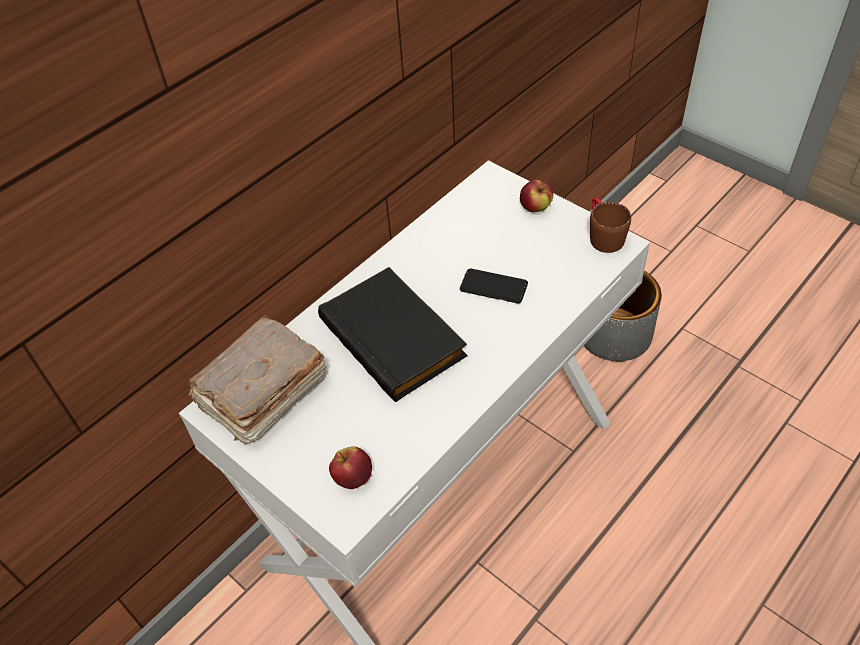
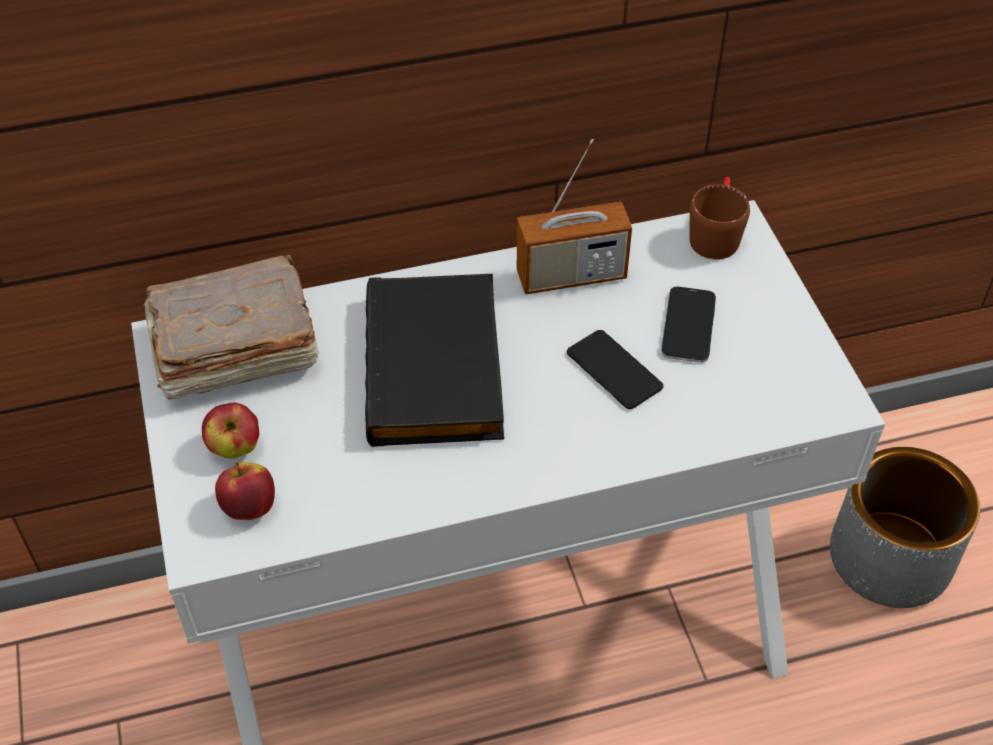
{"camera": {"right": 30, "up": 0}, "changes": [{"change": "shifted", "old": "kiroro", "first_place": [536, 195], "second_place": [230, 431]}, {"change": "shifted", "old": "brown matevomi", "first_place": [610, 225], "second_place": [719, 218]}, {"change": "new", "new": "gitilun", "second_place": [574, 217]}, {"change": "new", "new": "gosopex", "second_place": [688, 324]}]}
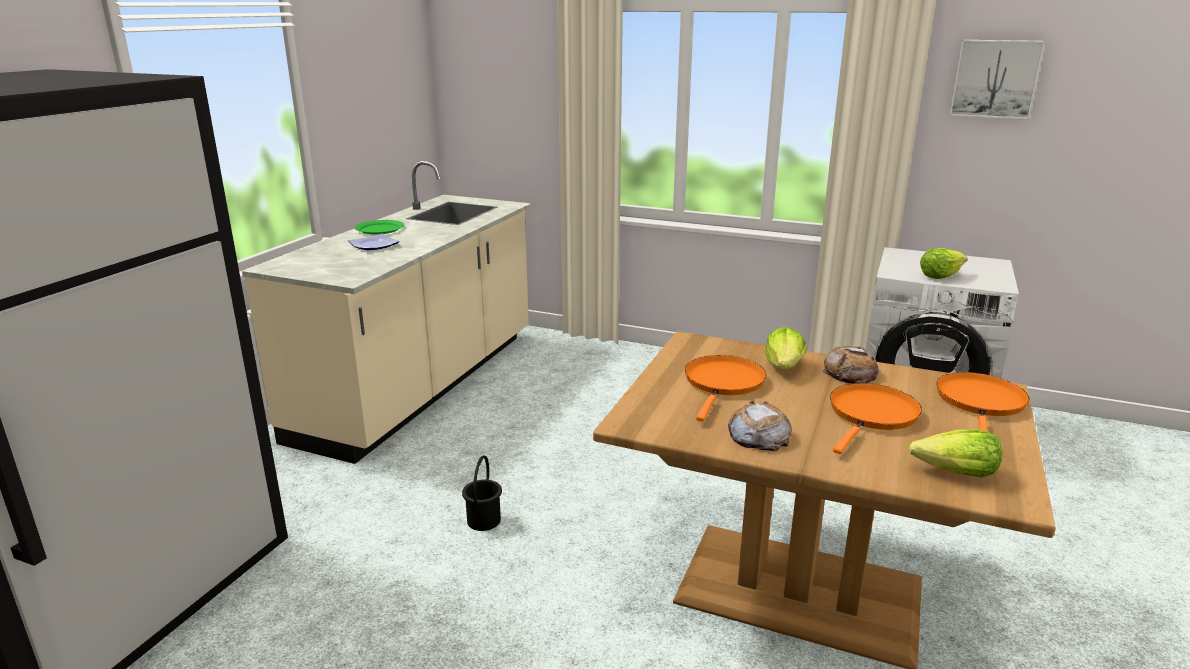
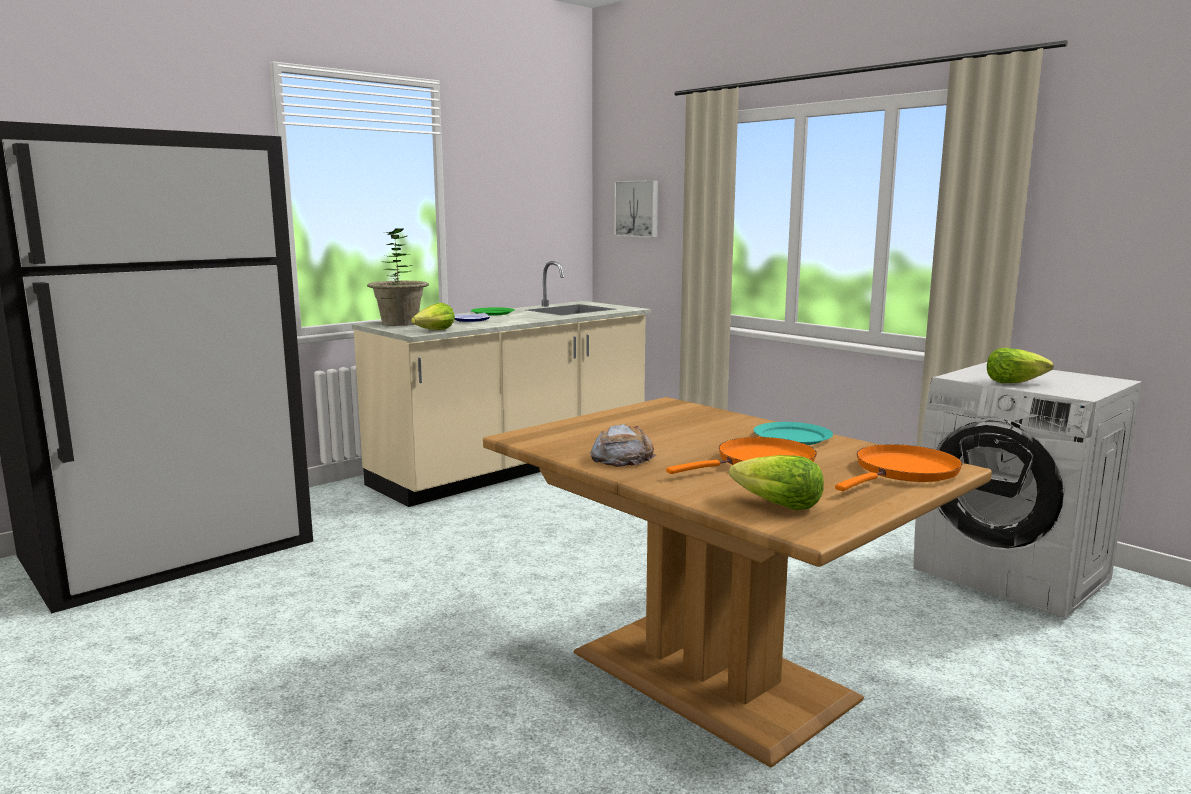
{"camera": {"right": 25, "up": -10}, "changes": [{"change": "shifted", "old": "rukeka", "first_place": [997, 80], "second_place": [636, 209]}, {"change": "shifted", "old": "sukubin", "first_place": [785, 348], "second_place": [433, 316]}, {"change": "swapped", "old": "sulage", "new": "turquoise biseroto", "first_place": [850, 364], "second_place": [793, 433]}, {"change": "gone", "old": "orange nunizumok", "first_place": [725, 388]}, {"change": "gone", "old": "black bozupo", "first_place": [482, 493]}, {"change": "new", "new": "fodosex", "second_place": [398, 277]}]}
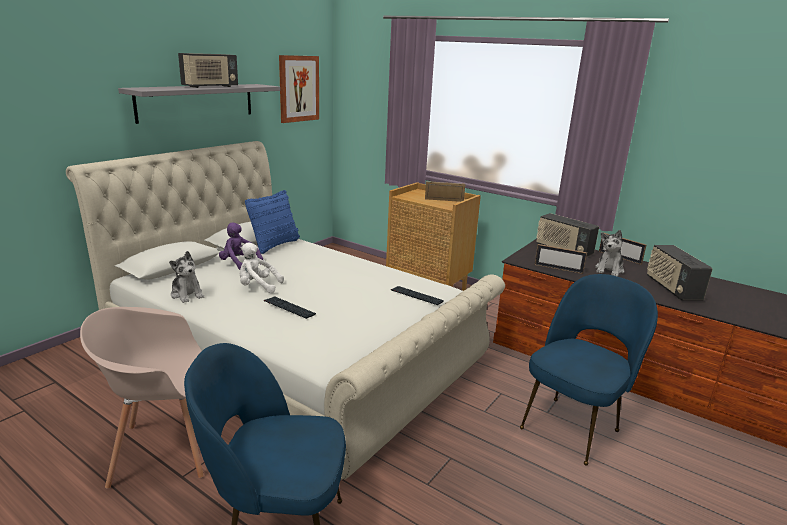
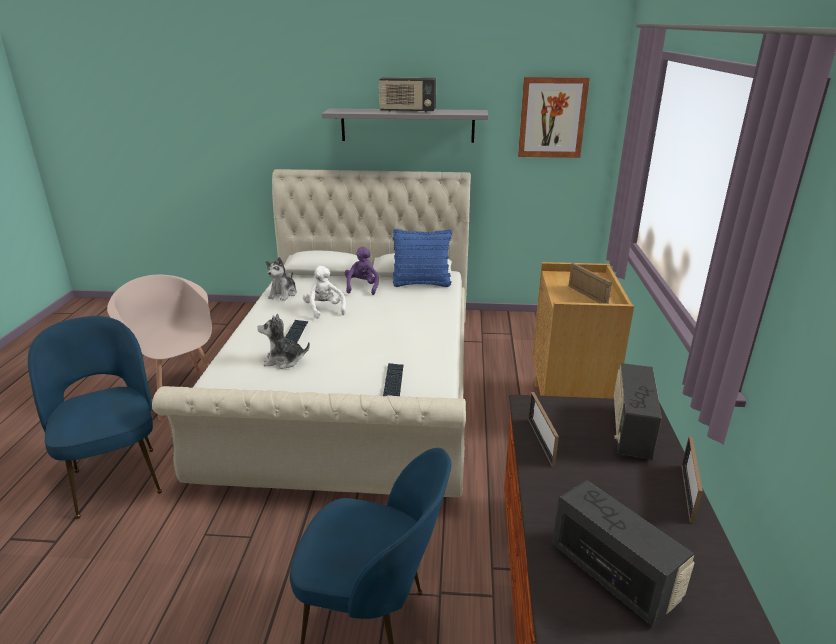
{"camera": {"right": 60, "up": 5}, "changes": [{"change": "shifted", "old": "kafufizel", "first_place": [609, 253], "second_place": [284, 341]}, {"change": "rotated", "old": "gitilun", "first_place": [679, 272], "second_place": [623, 553], "degrees": 90}]}
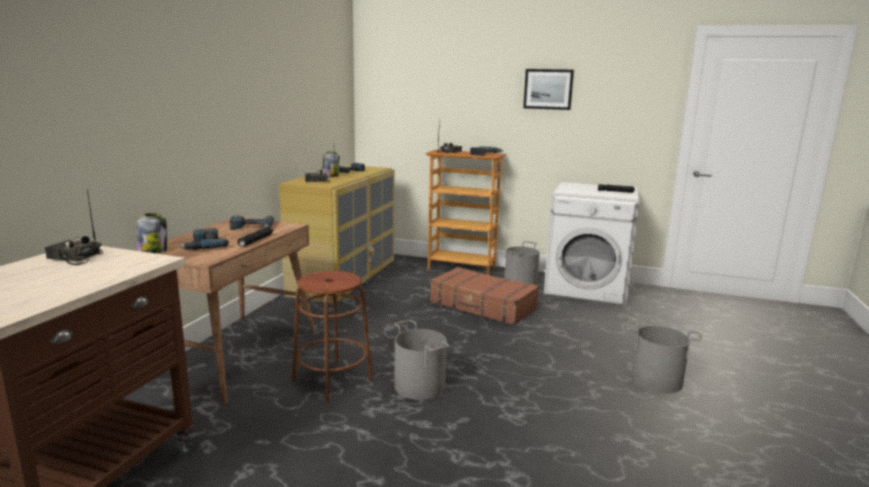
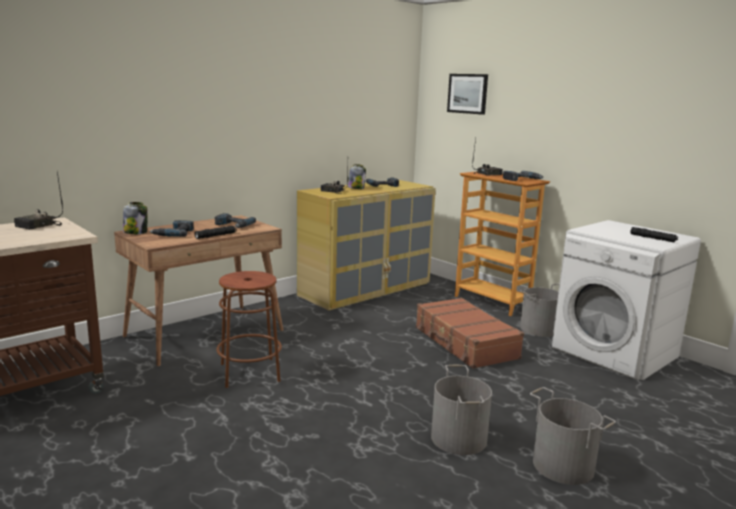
{"camera": {"right": 30, "up": 0}, "changes": [{"change": "shifted", "old": "rukeka", "first_place": [548, 89], "second_place": [467, 94]}, {"change": "rotated", "old": "gitilun", "first_place": [74, 227], "second_place": [38, 201], "degrees": -105}, {"change": "shifted", "old": "grey bozupo", "first_place": [421, 360], "second_place": [461, 410]}]}
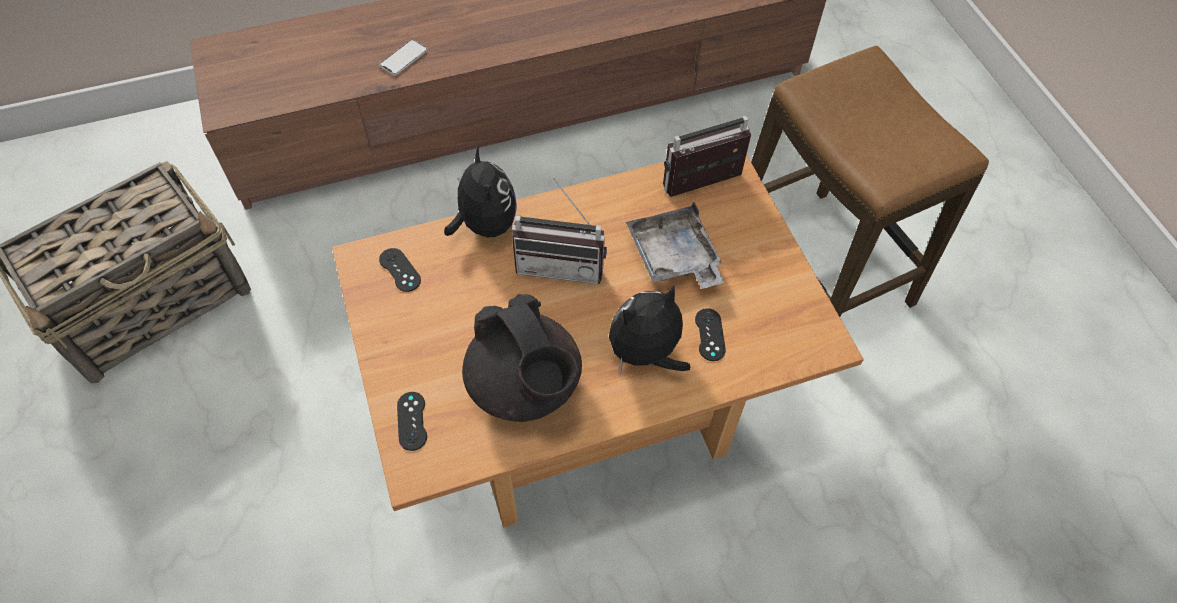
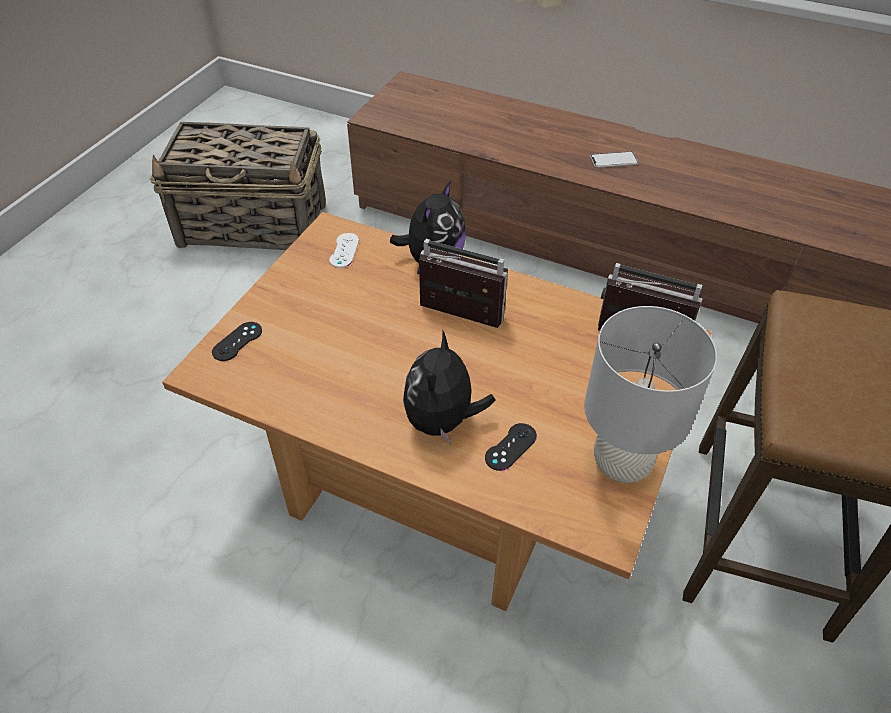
{"camera": {"right": 45, "up": -10}, "changes": [{"change": "shifted", "old": "gosopex", "first_place": [403, 57], "second_place": [614, 159]}, {"change": "rotated", "old": "gitilun", "first_place": [559, 231], "second_place": [462, 283], "degrees": 150}, {"change": "gone", "old": "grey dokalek", "first_place": [675, 245]}, {"change": "repainted", "old": "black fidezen", "new": "white fidezen", "first_place": [400, 270], "second_place": [344, 250]}, {"change": "rotated", "old": "kafufizel", "first_place": [649, 329], "second_place": [449, 387], "degrees": -90}, {"change": "gone", "old": "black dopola", "first_place": [522, 358]}, {"change": "new", "new": "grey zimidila", "second_place": [650, 394]}]}
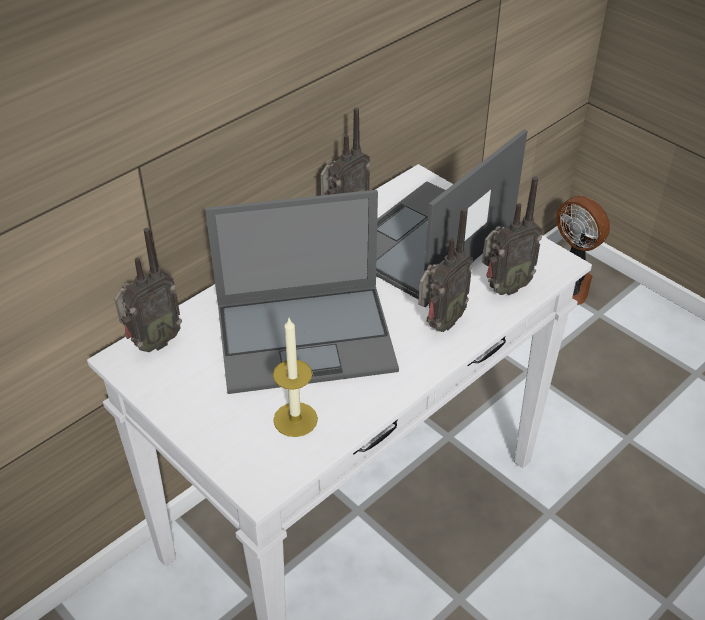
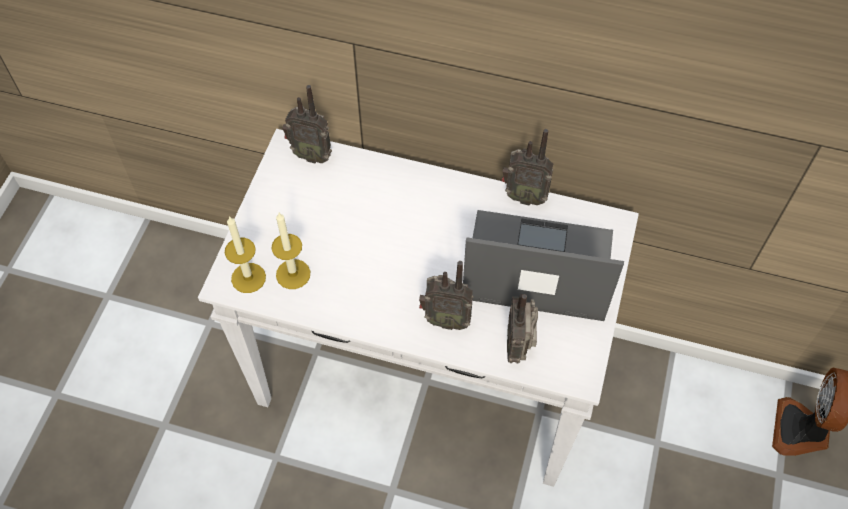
{"camera": {"right": 60, "up": 15}, "changes": [{"change": "rotated", "old": "gitilun", "first_place": [512, 235], "second_place": [522, 328], "degrees": 60}, {"change": "gone", "old": "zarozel", "first_place": [302, 292]}, {"change": "new", "new": "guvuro", "second_place": [245, 254]}]}
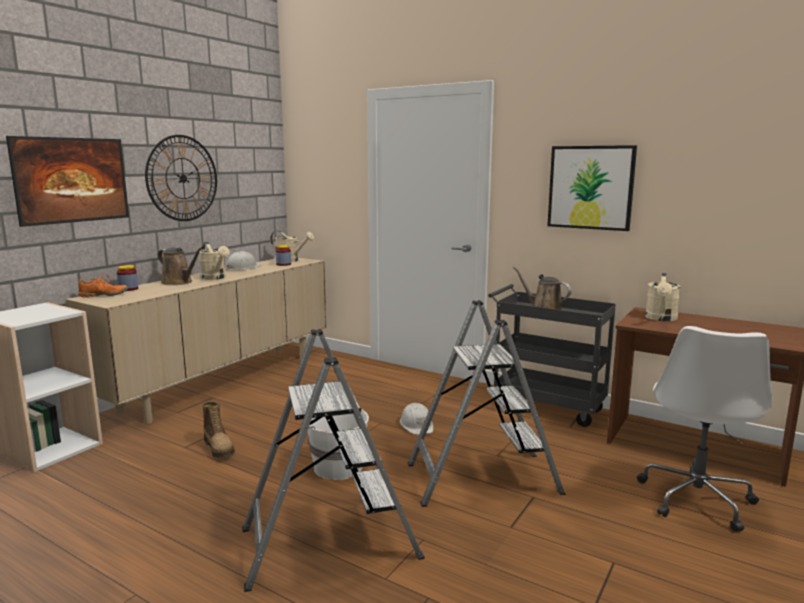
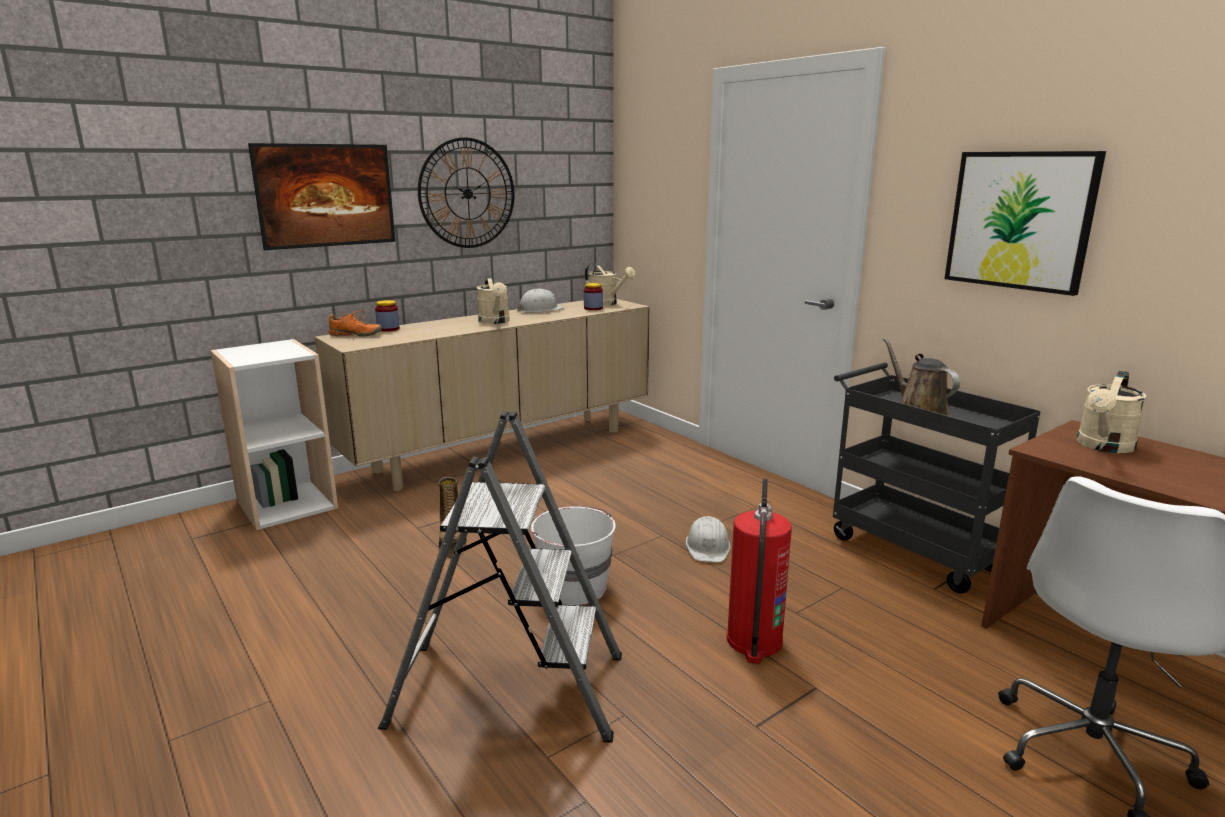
{"camera": {"right": 20, "up": 5}, "changes": [{"change": "gone", "old": "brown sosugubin", "first_place": [180, 266]}, {"change": "swapped", "old": "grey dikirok", "new": "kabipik", "first_place": [486, 403], "second_place": [759, 571]}]}
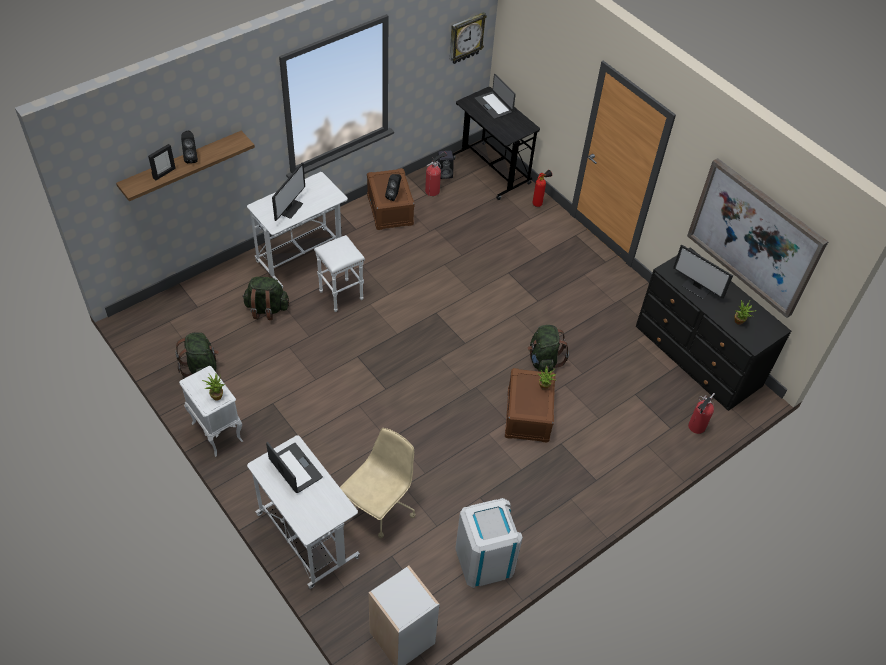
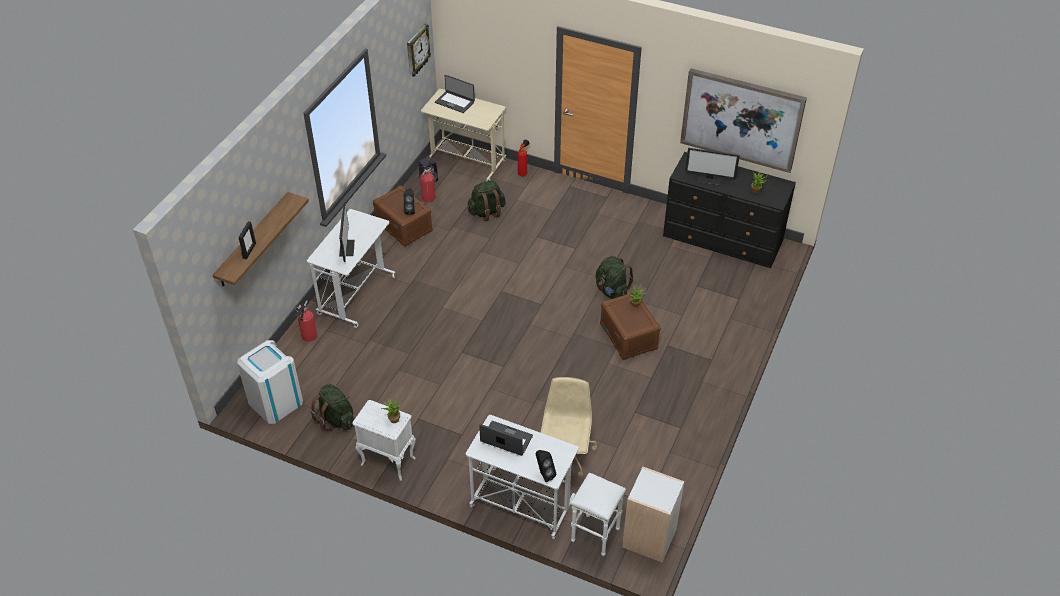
{"camera": {"right": -25, "up": -5}, "changes": [{"change": "repainted", "old": "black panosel", "new": "beige panosel", "first_place": [496, 143], "second_place": [463, 135]}, {"change": "shifted", "old": "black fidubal", "first_place": [189, 147], "second_place": [546, 466]}, {"change": "shifted", "old": "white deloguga", "first_place": [339, 273], "second_place": [598, 514]}, {"change": "shifted", "old": "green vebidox", "first_place": [265, 298], "second_place": [486, 201]}, {"change": "shifted", "old": "kabipik", "first_place": [701, 413], "second_place": [306, 321]}, {"change": "shifted", "old": "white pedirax", "first_place": [489, 543], "second_place": [270, 382]}]}
